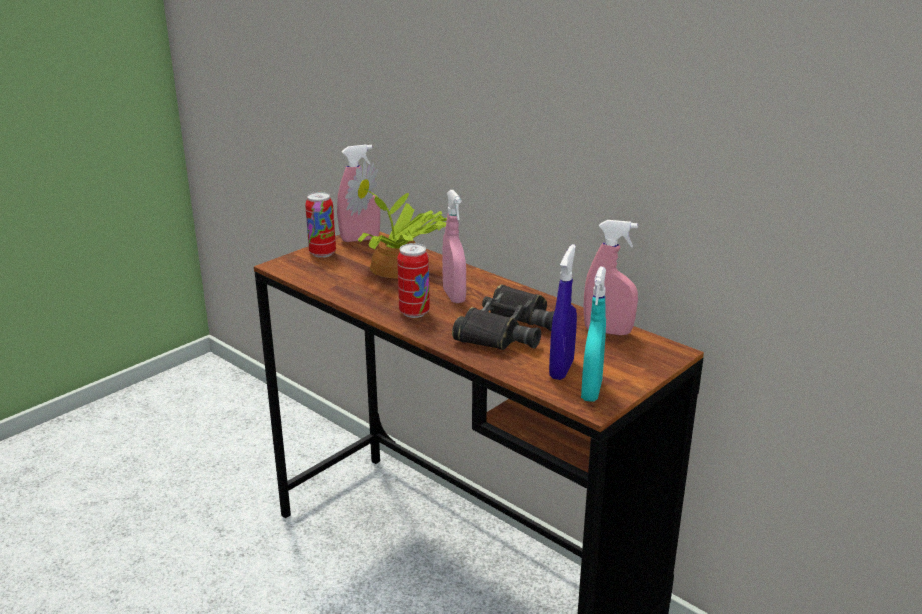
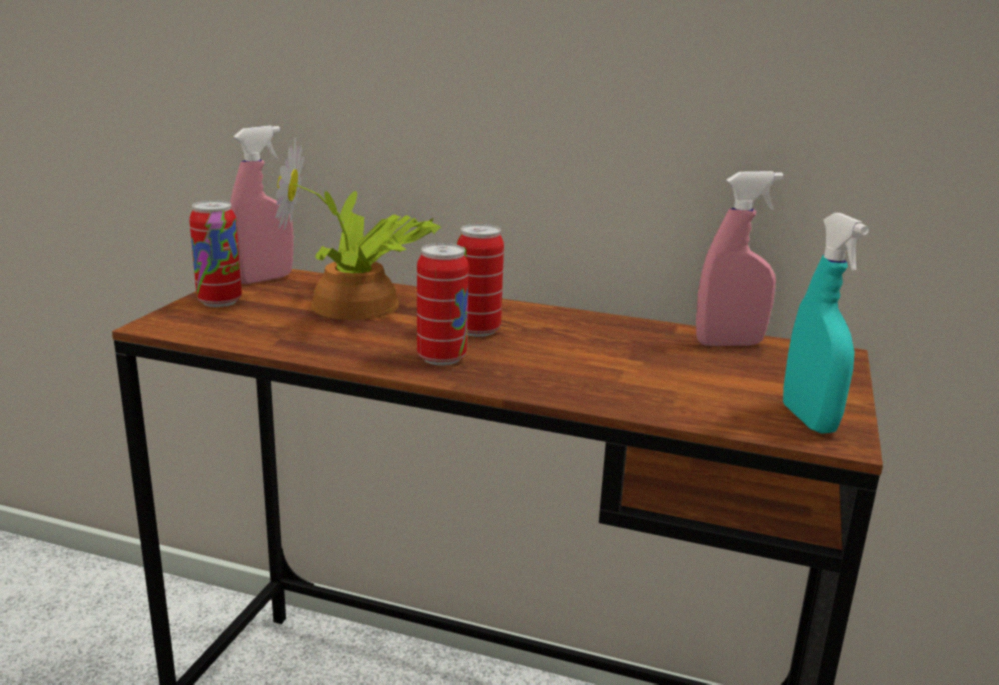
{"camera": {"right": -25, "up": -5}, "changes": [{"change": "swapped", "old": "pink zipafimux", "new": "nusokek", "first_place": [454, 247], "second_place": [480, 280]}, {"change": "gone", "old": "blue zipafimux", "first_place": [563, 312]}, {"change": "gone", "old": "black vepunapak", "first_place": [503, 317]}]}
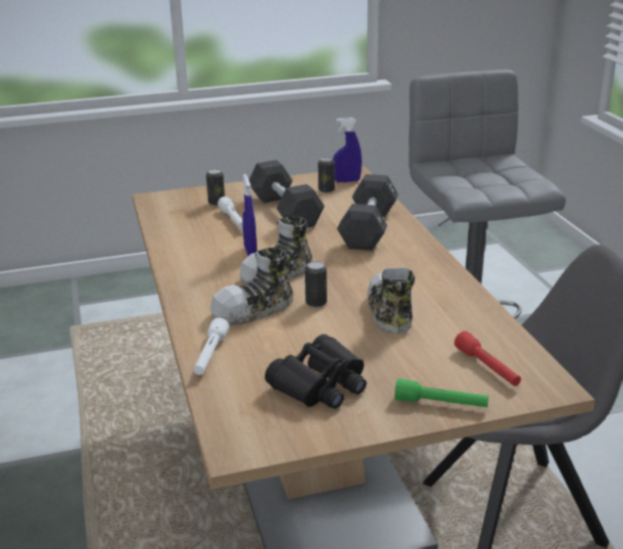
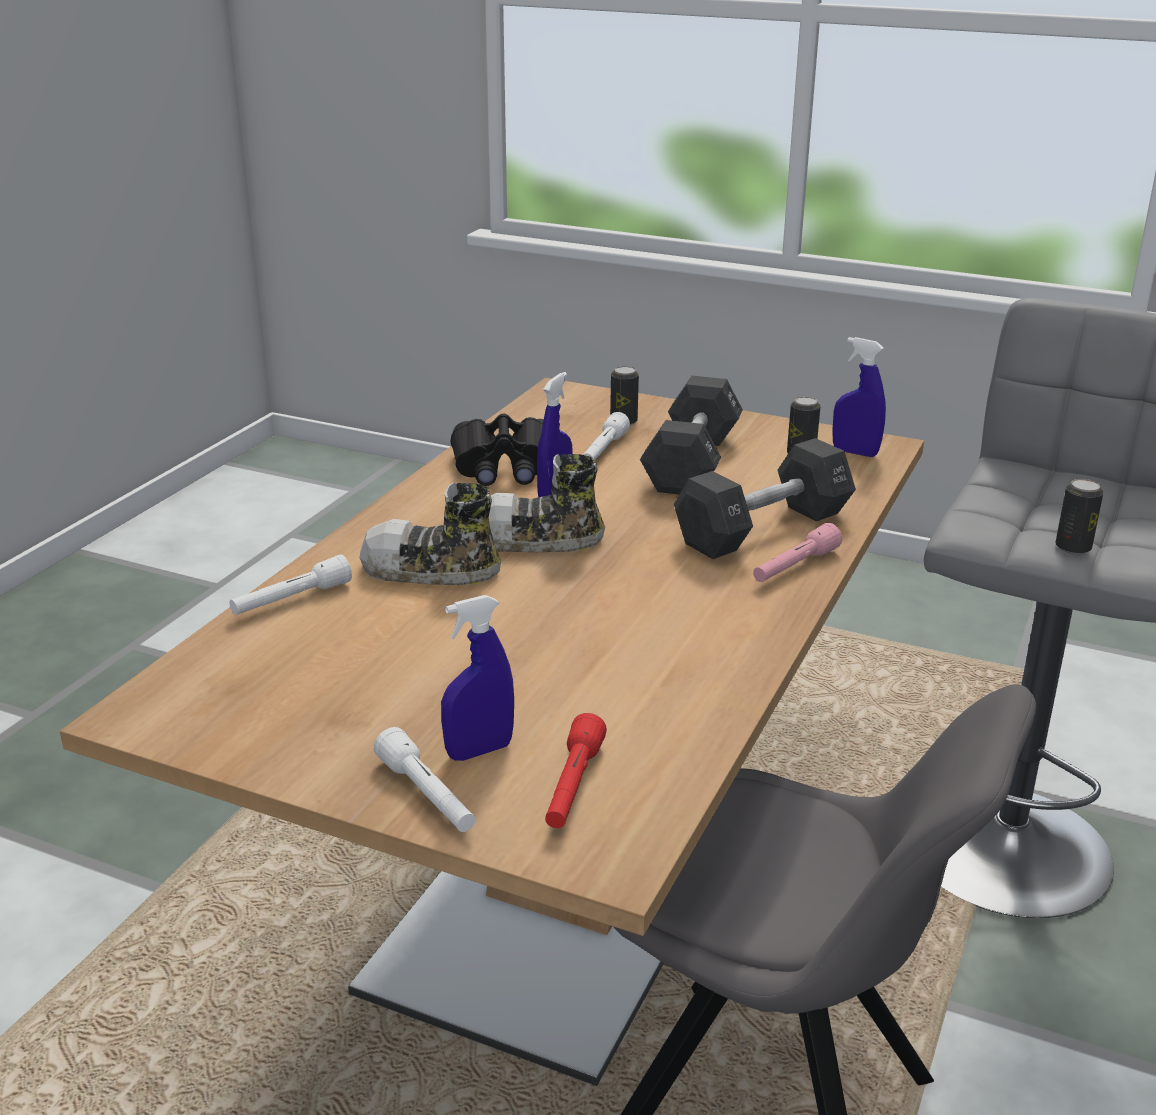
{"camera": {"right": 40, "up": 0}, "changes": [{"change": "shifted", "old": "nusokek", "first_place": [316, 284], "second_place": [1079, 516]}, {"change": "gone", "old": "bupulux", "first_place": [391, 300]}, {"change": "shifted", "old": "black vepunapak", "first_place": [316, 371], "second_place": [497, 450]}, {"change": "repainted", "old": "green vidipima", "new": "white vidipima", "first_place": [442, 392], "second_place": [425, 779]}, {"change": "new", "new": "pink vidipima", "second_place": [797, 552]}, {"change": "new", "new": "blue zipafimux", "second_place": [477, 678]}]}
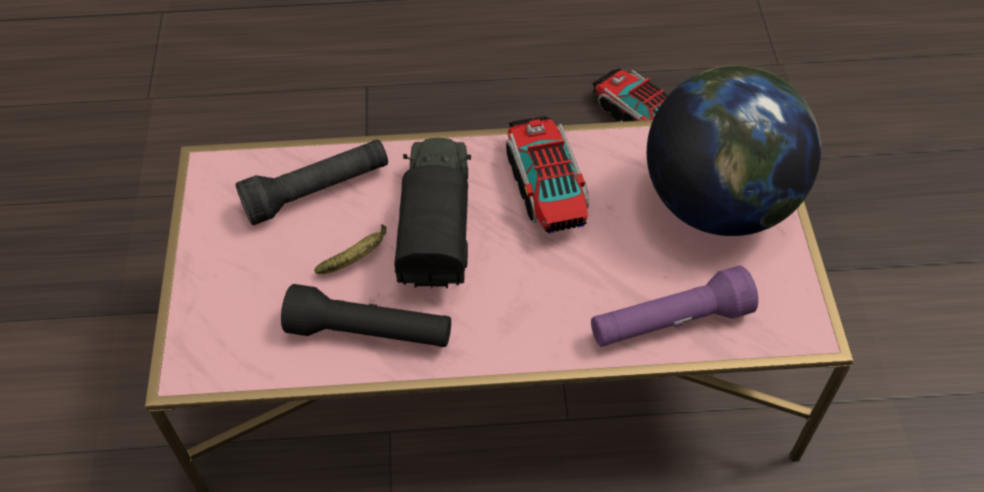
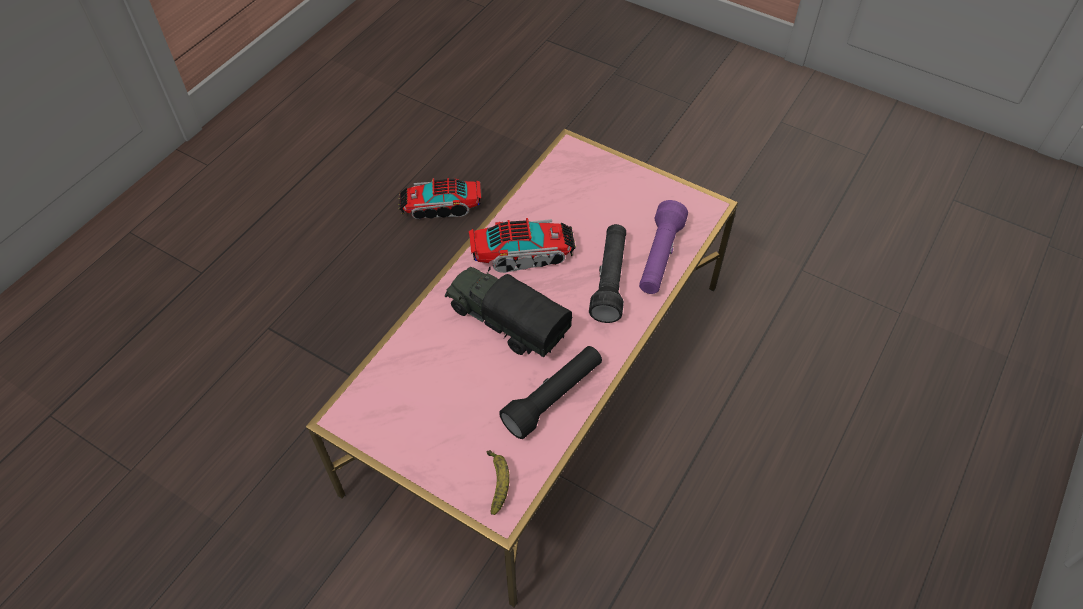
{"camera": {"right": -55, "up": 0}, "changes": [{"change": "gone", "old": "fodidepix", "first_place": [734, 150]}, {"change": "rotated", "old": "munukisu", "first_place": [547, 174], "second_place": [522, 245], "degrees": 150}, {"change": "shifted", "old": "black vidipima", "first_place": [311, 182], "second_place": [607, 273]}, {"change": "shifted", "old": "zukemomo", "first_place": [350, 249], "second_place": [498, 482]}]}
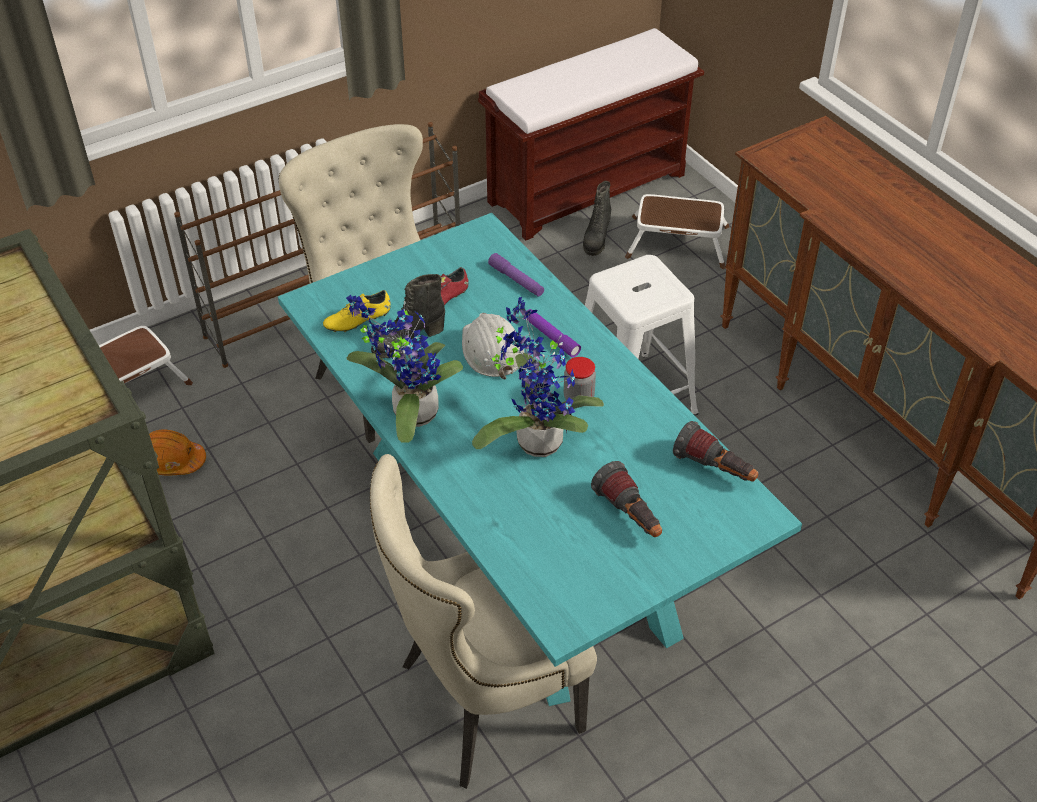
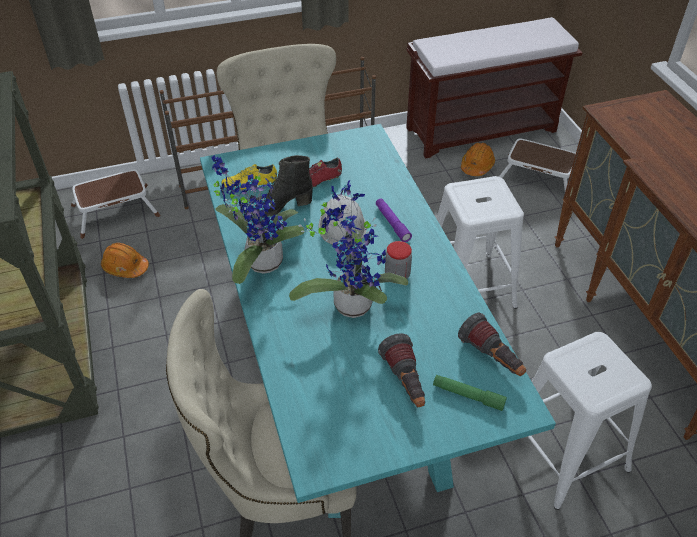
{"camera": {"right": 15, "up": 0}, "changes": [{"change": "swapped", "old": "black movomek", "new": "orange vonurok", "first_place": [597, 218], "second_place": [478, 159]}, {"change": "gone", "old": "purple vidipima", "first_place": [516, 274]}, {"change": "new", "new": "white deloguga", "second_place": [589, 421]}, {"change": "new", "new": "green vidipima", "second_place": [470, 393]}]}
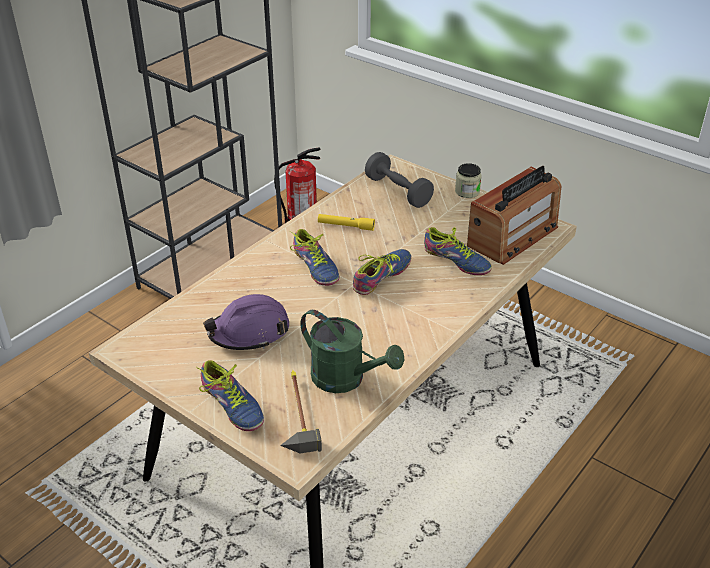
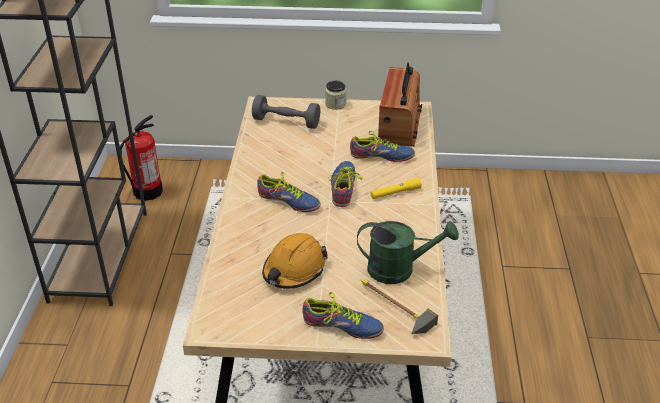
{"camera": {"right": -35, "up": 0}, "changes": [{"change": "shifted", "old": "yellow vidipima", "first_place": [346, 222], "second_place": [396, 188]}, {"change": "repainted", "old": "purple vonurok", "new": "orange vonurok", "first_place": [246, 322], "second_place": [295, 261]}]}
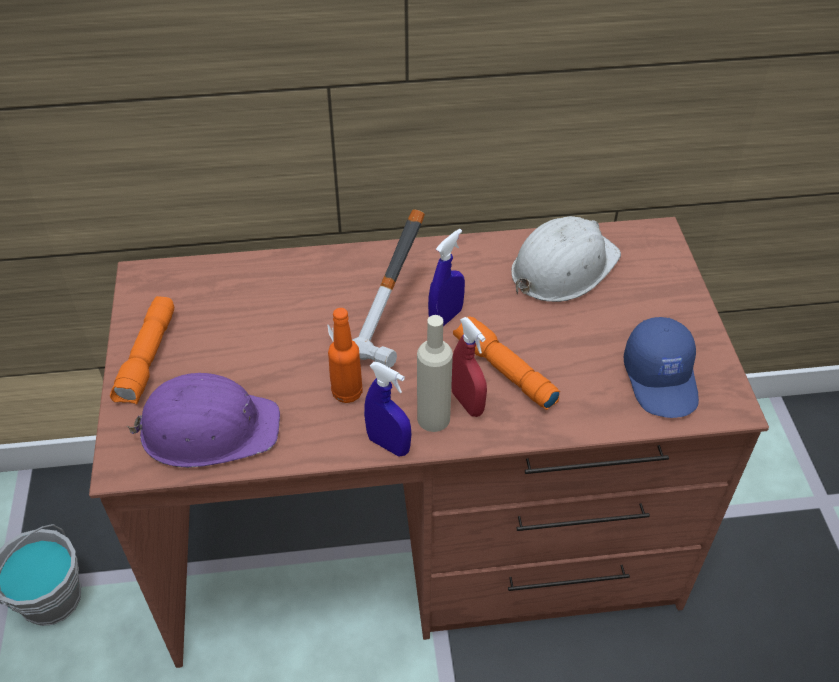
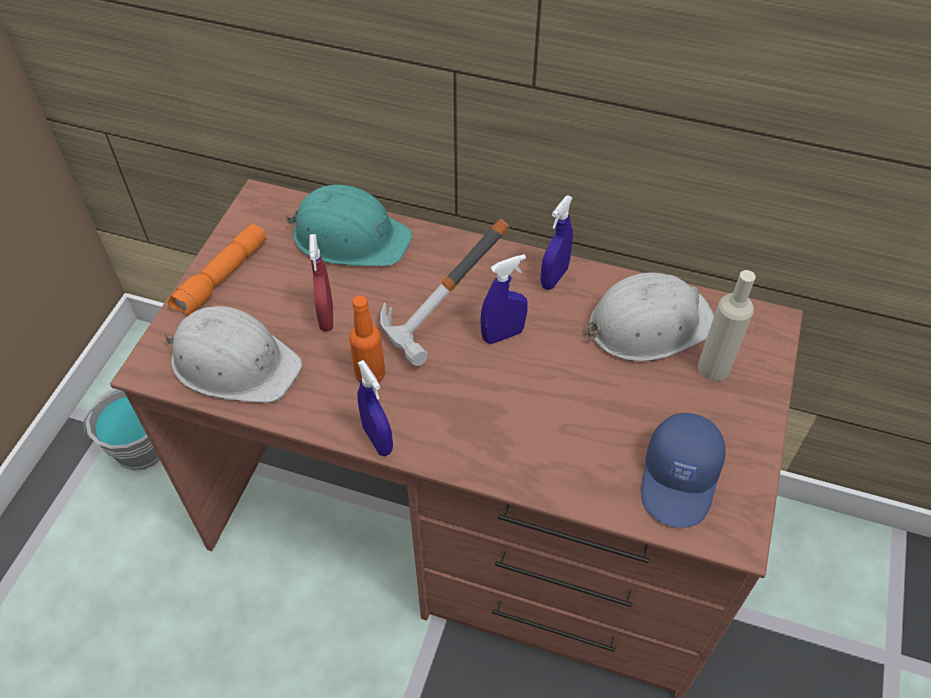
{"camera": {"right": 25, "up": 5}, "changes": [{"change": "shifted", "old": "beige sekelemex", "first_place": [435, 373], "second_place": [727, 325]}, {"change": "gone", "old": "orange vidipima", "first_place": [506, 363]}, {"change": "shifted", "old": "red zipafimux", "first_place": [469, 367], "second_place": [321, 283]}, {"change": "repainted", "old": "purple vonurok", "new": "white vonurok", "first_place": [203, 420], "second_place": [233, 354]}, {"change": "new", "new": "turquoise vonurok", "second_place": [348, 225]}, {"change": "new", "new": "blue zipafimux", "second_place": [556, 242]}]}
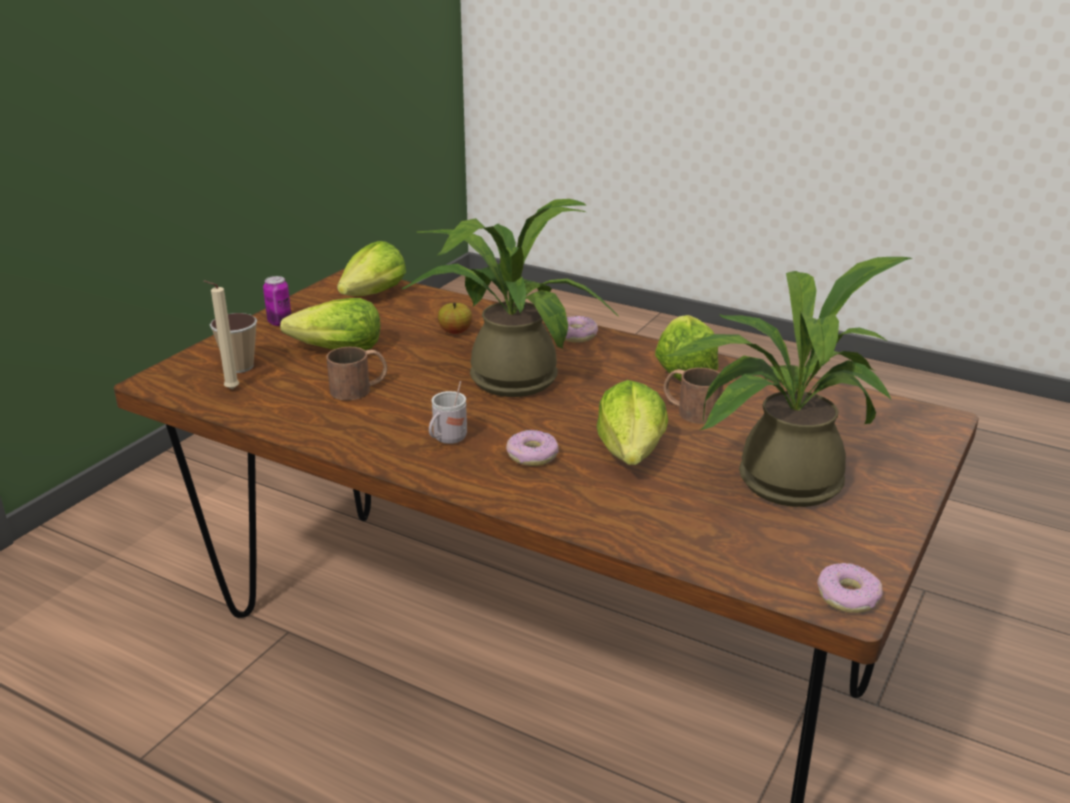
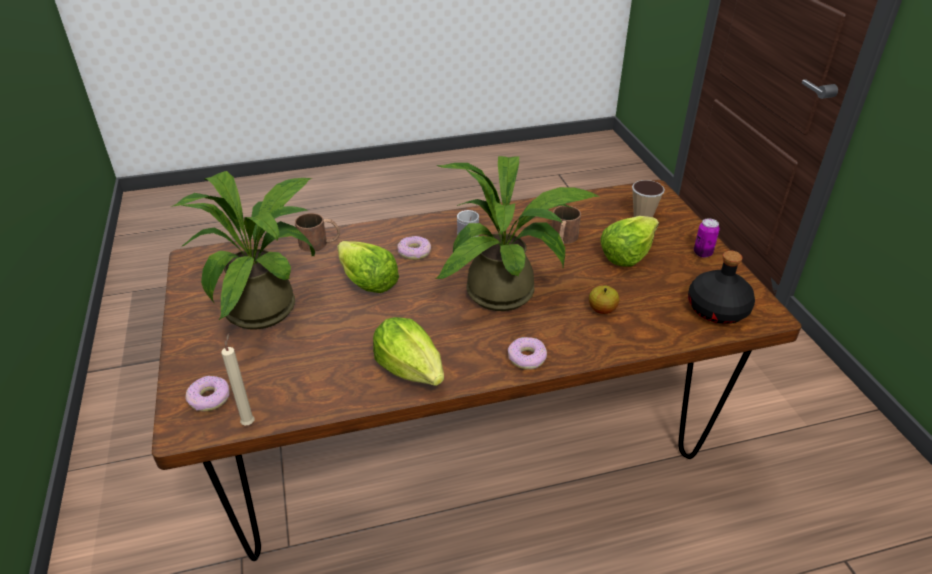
{"camera": {"right": 135, "up": 10}, "changes": [{"change": "swapped", "old": "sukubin", "new": "black sekelemex", "first_place": [371, 268], "second_place": [721, 287]}, {"change": "shifted", "old": "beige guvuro", "first_place": [221, 335], "second_place": [238, 379]}, {"change": "shifted", "old": "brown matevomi", "first_place": [693, 396], "second_place": [317, 232]}, {"change": "shifted", "old": "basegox", "first_place": [850, 588], "second_place": [208, 393]}]}
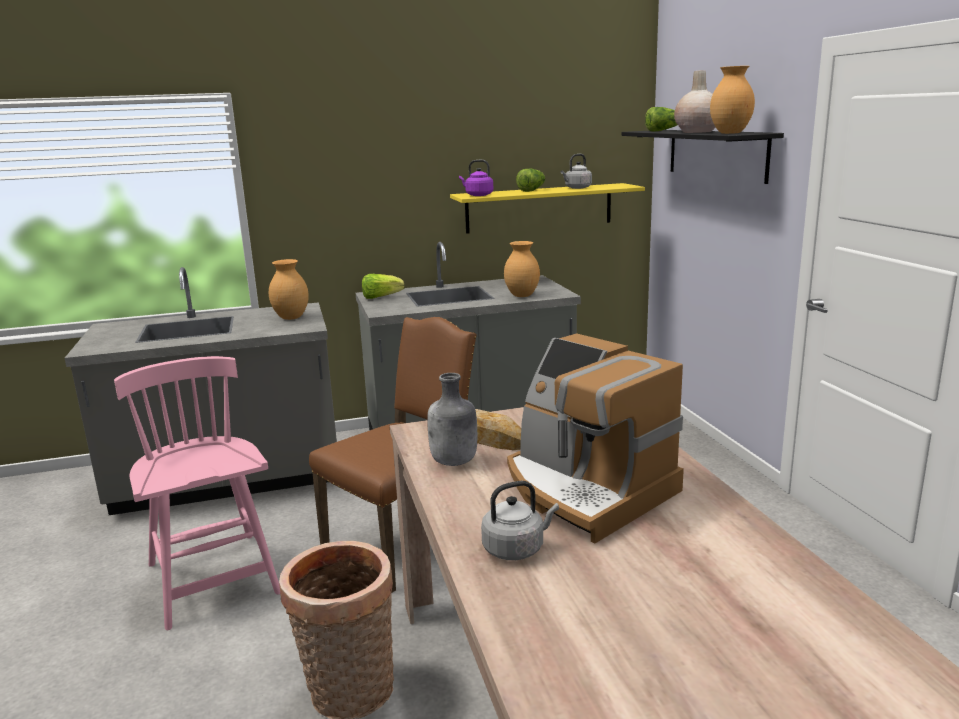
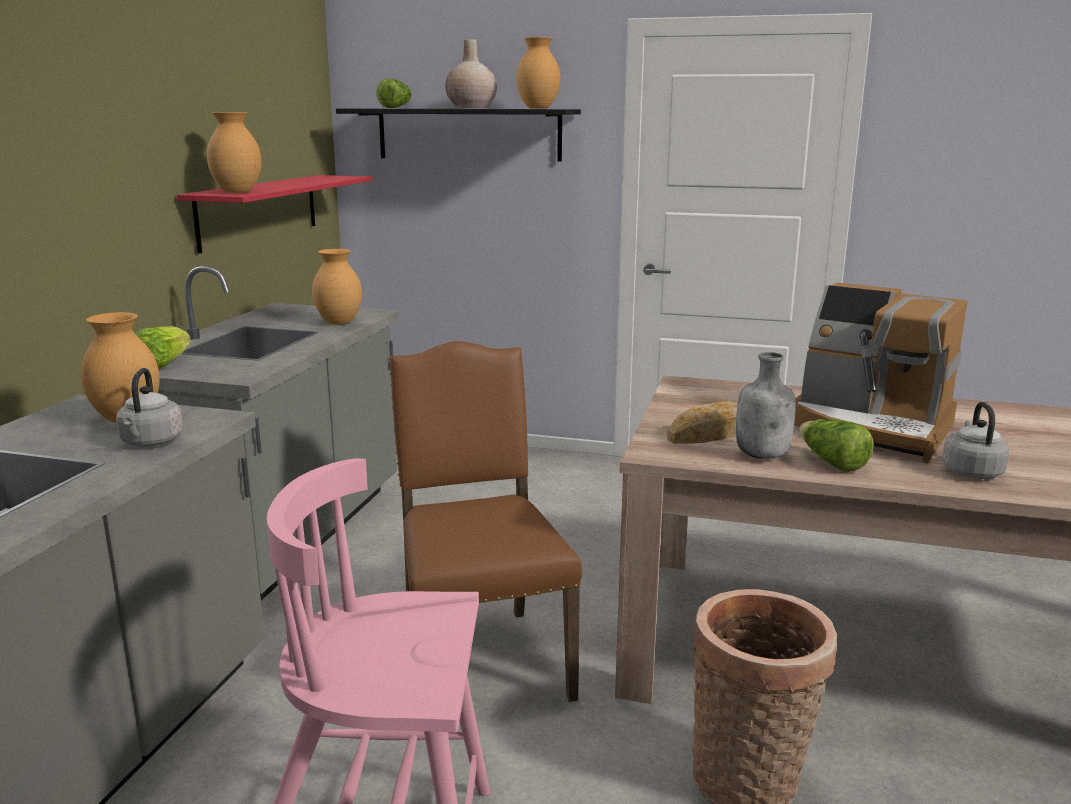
{"camera": {"right": -60, "up": 0}, "changes": [{"change": "shifted", "old": "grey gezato", "first_place": [576, 171], "second_place": [149, 407]}, {"change": "swapped", "old": "purple gezato", "new": "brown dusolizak", "first_place": [476, 178], "second_place": [234, 152]}, {"change": "shifted", "old": "sukubin", "first_place": [530, 180], "second_place": [836, 445]}, {"change": "repainted", "old": "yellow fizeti", "new": "red fizeti", "first_place": [547, 208], "second_place": [275, 214]}, {"change": "rotated", "old": "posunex", "first_place": [595, 438], "second_place": [880, 373], "degrees": 45}]}
